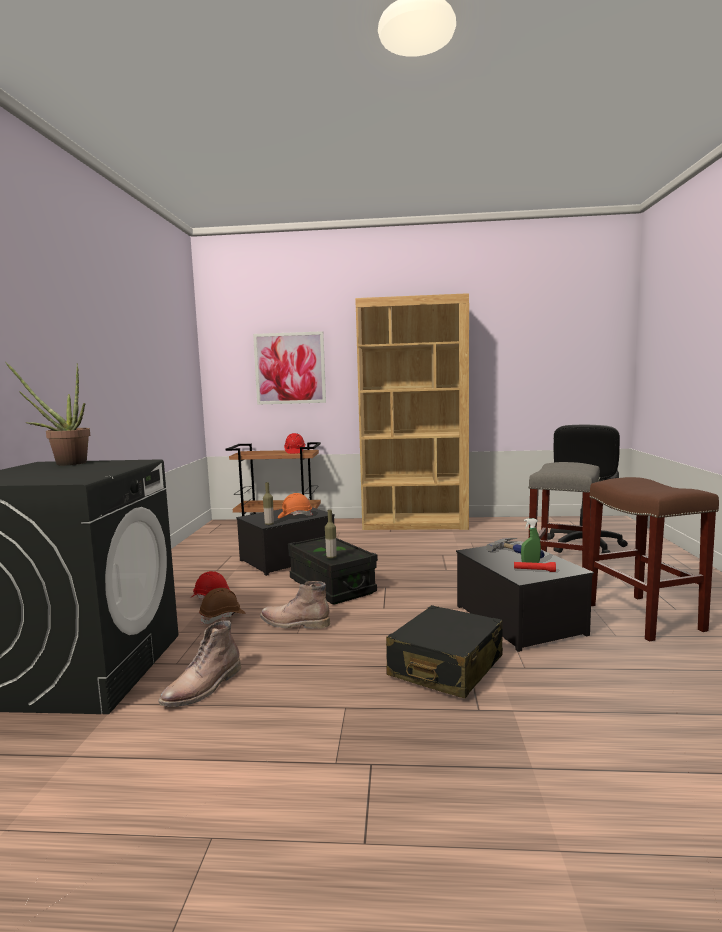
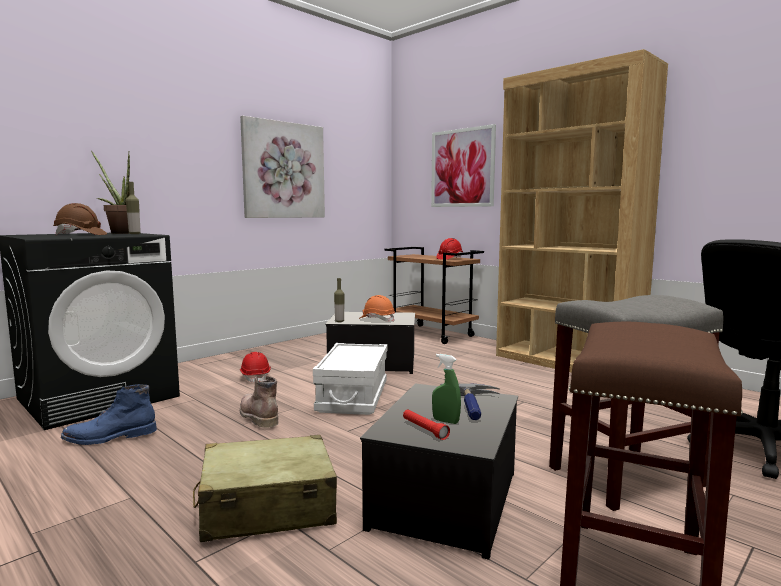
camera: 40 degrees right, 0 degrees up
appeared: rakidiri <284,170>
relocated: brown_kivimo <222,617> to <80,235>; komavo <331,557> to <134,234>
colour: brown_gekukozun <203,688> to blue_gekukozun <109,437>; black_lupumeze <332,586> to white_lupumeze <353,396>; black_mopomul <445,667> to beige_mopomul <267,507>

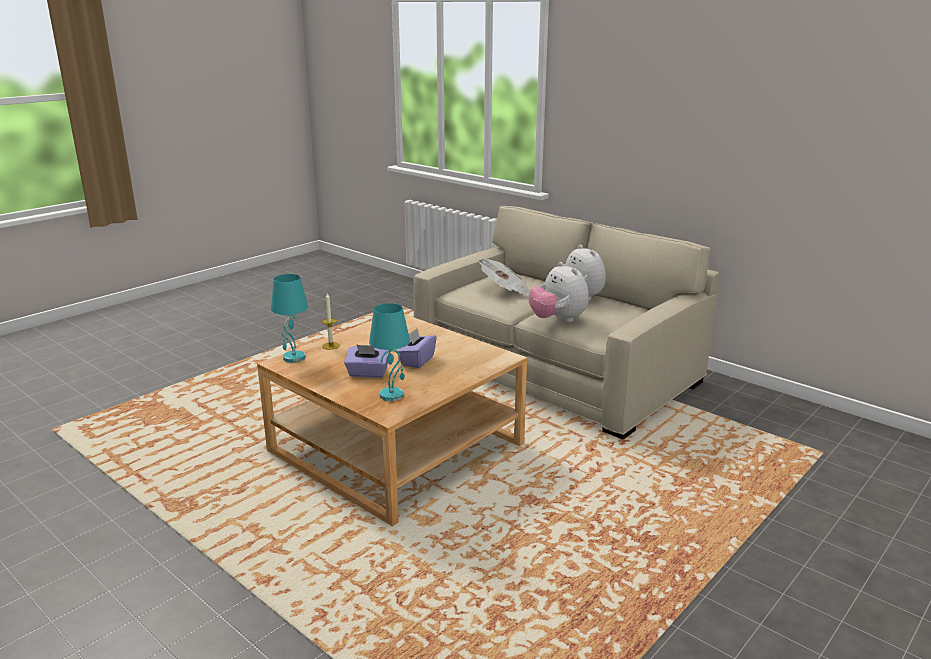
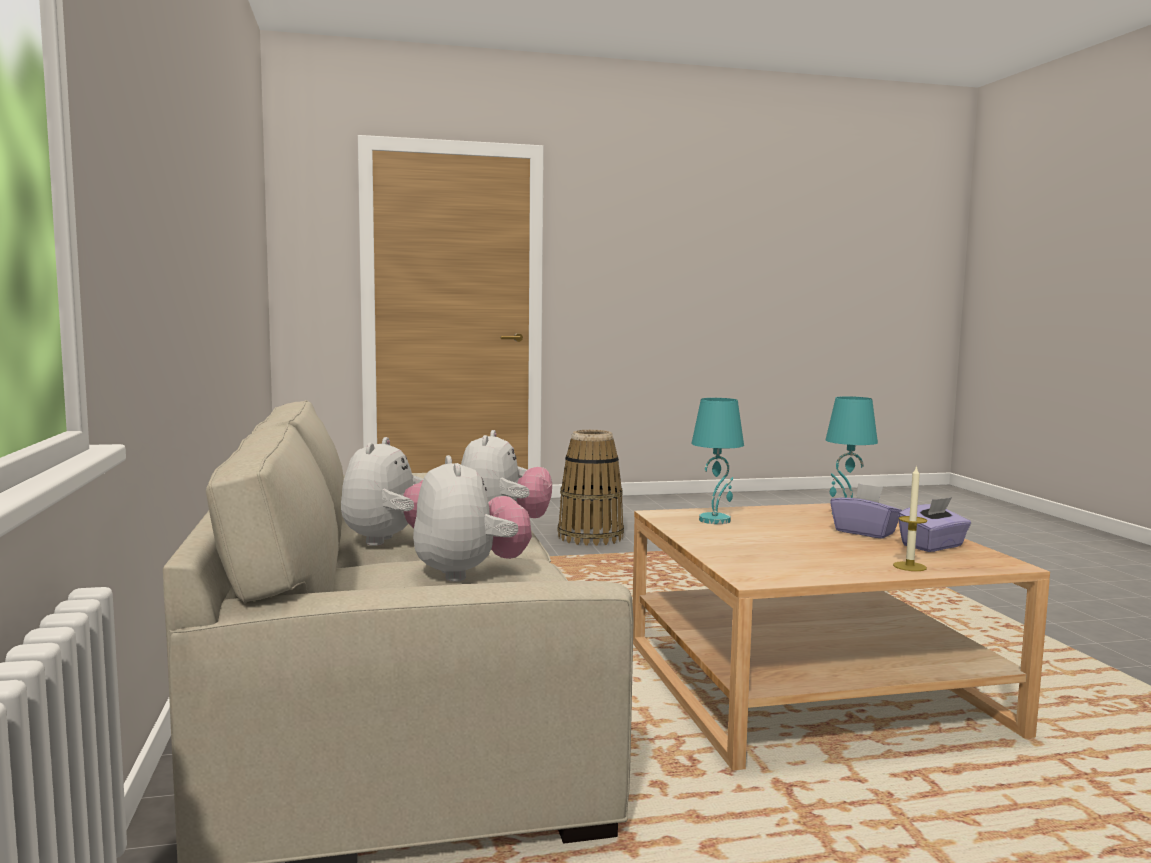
camera: 145 degrees left, 15 degrees down
appeared: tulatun <590,537>
relocated: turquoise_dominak <294,358> to <715,520>; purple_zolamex <417,360> to <933,546>
exchanged: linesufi <505,291> to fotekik <469,574>

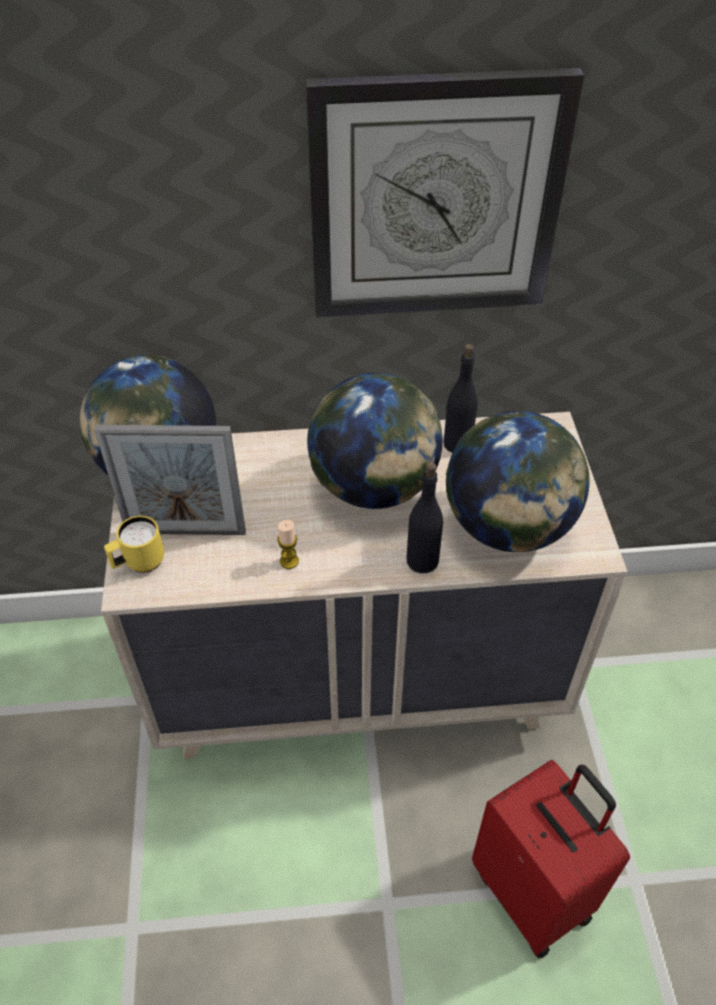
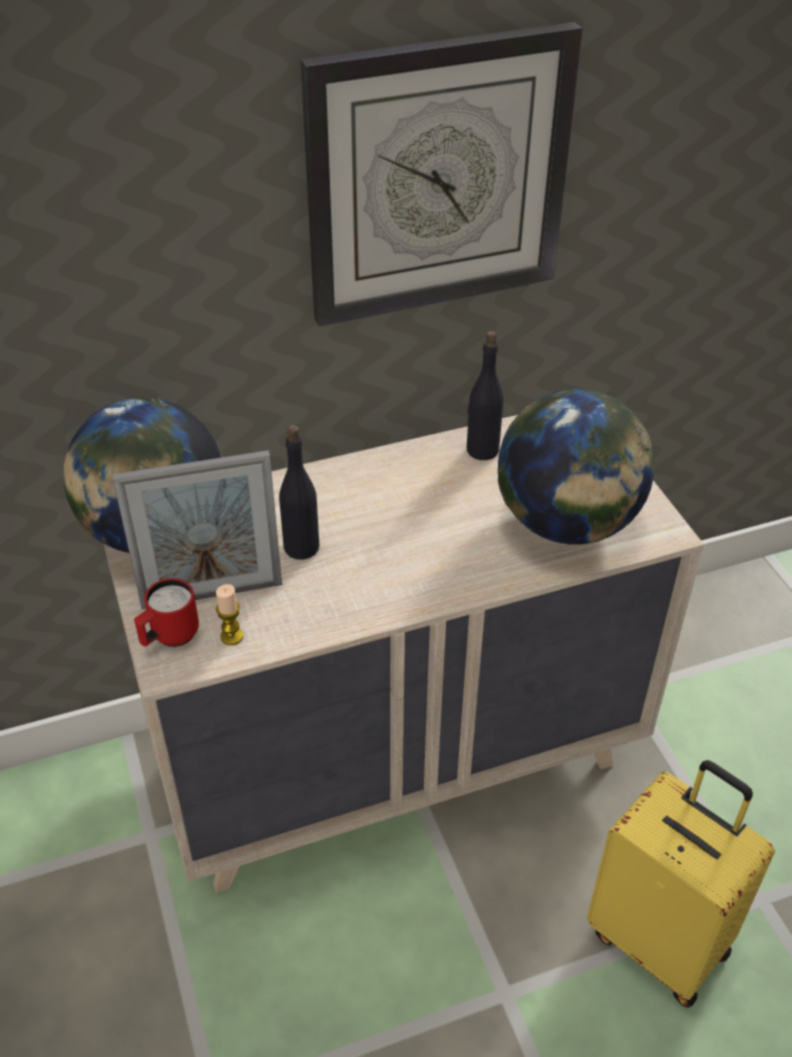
camera: 15 degrees left, 5 degrees down
missing: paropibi <374,487>
relocated: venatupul <289,561> to <231,636>; black_komavo <422,560> to <301,547>
colour: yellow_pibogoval <139,563> to red_pibogoval <169,637>; red_mopomul <533,892> to yellow_mopomul <660,940>

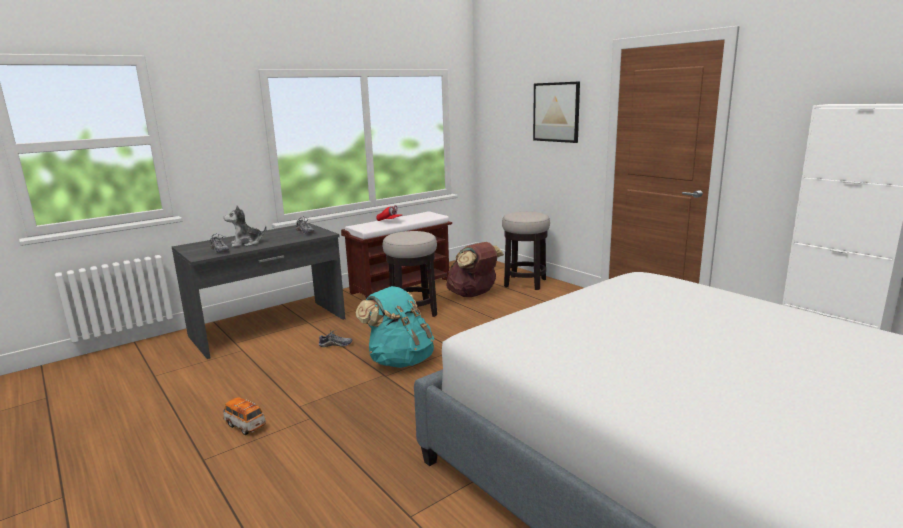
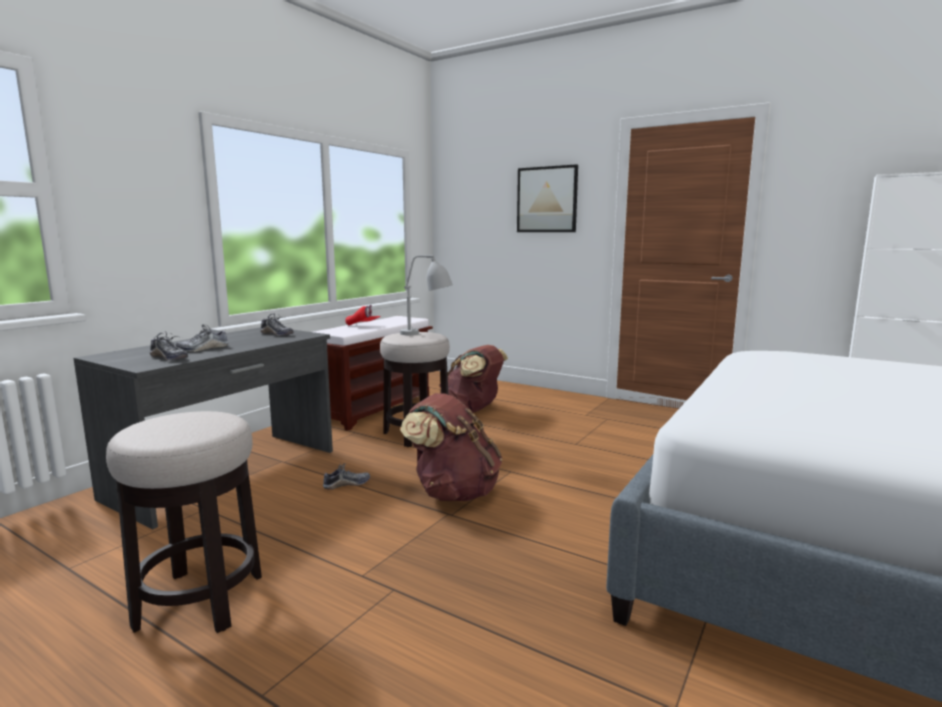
camera: 20 degrees left, 5 degrees down
missing: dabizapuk <245,425>
appeared: grey_dominak <427,335>
relocated: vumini <525,283> to <200,601>
exchanged: fotekik <246,243> to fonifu <203,349>
colour: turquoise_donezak <400,360> to brown_donezak <453,493>

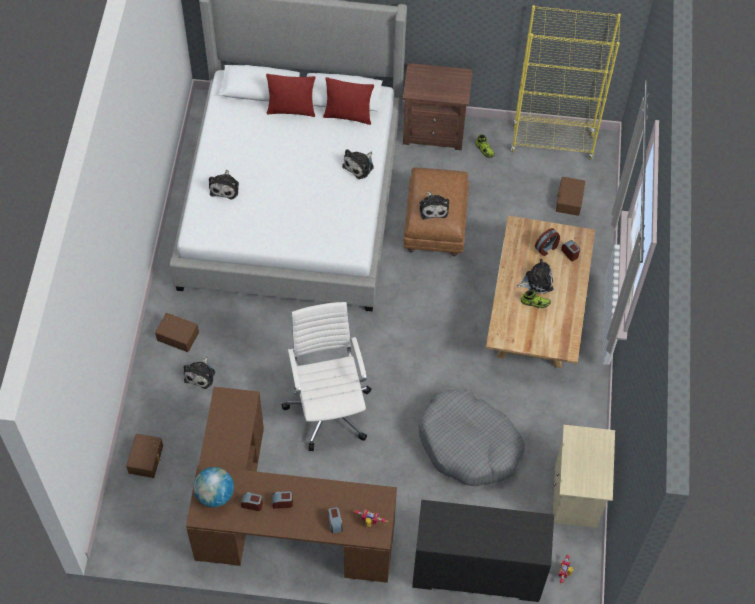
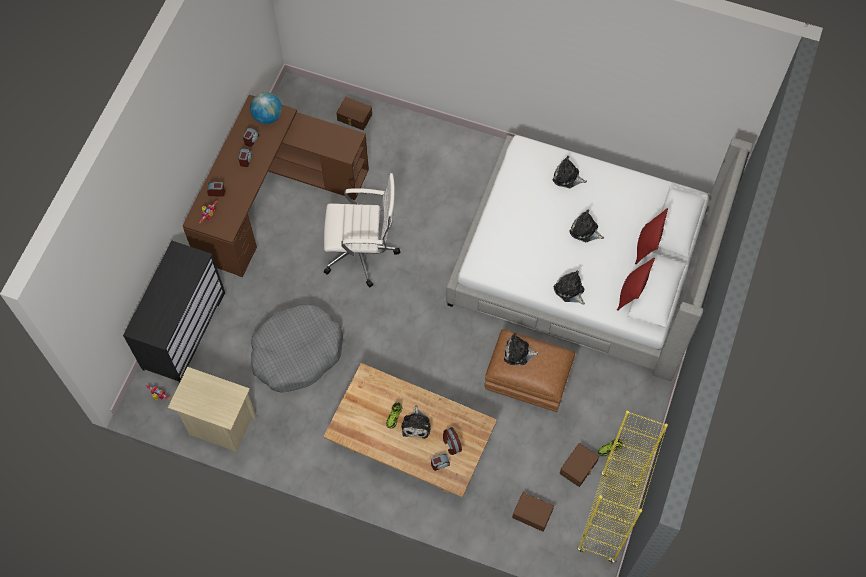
camera: 105 degrees right, 5 degrees up
missing: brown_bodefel <434,131>
relocated: brown_lupumeze <178,335> to <579,467>; fotekik <201,374> to <585,231>

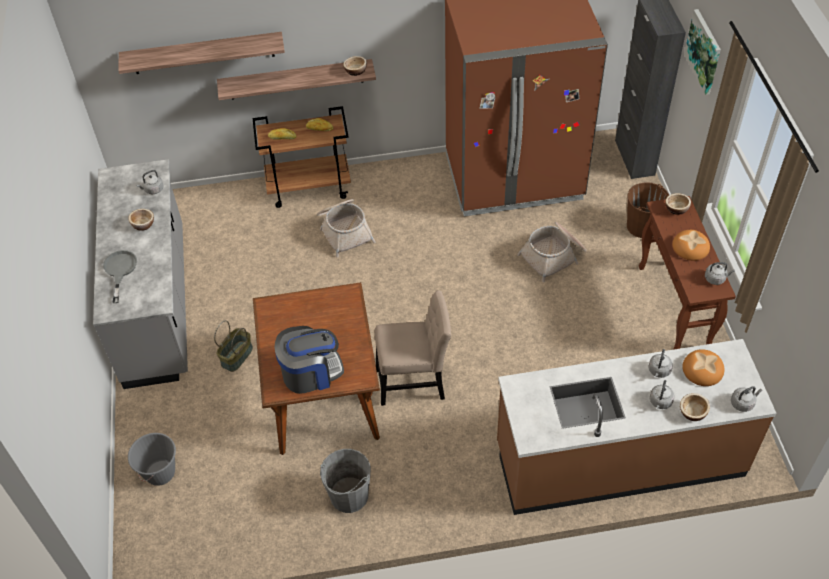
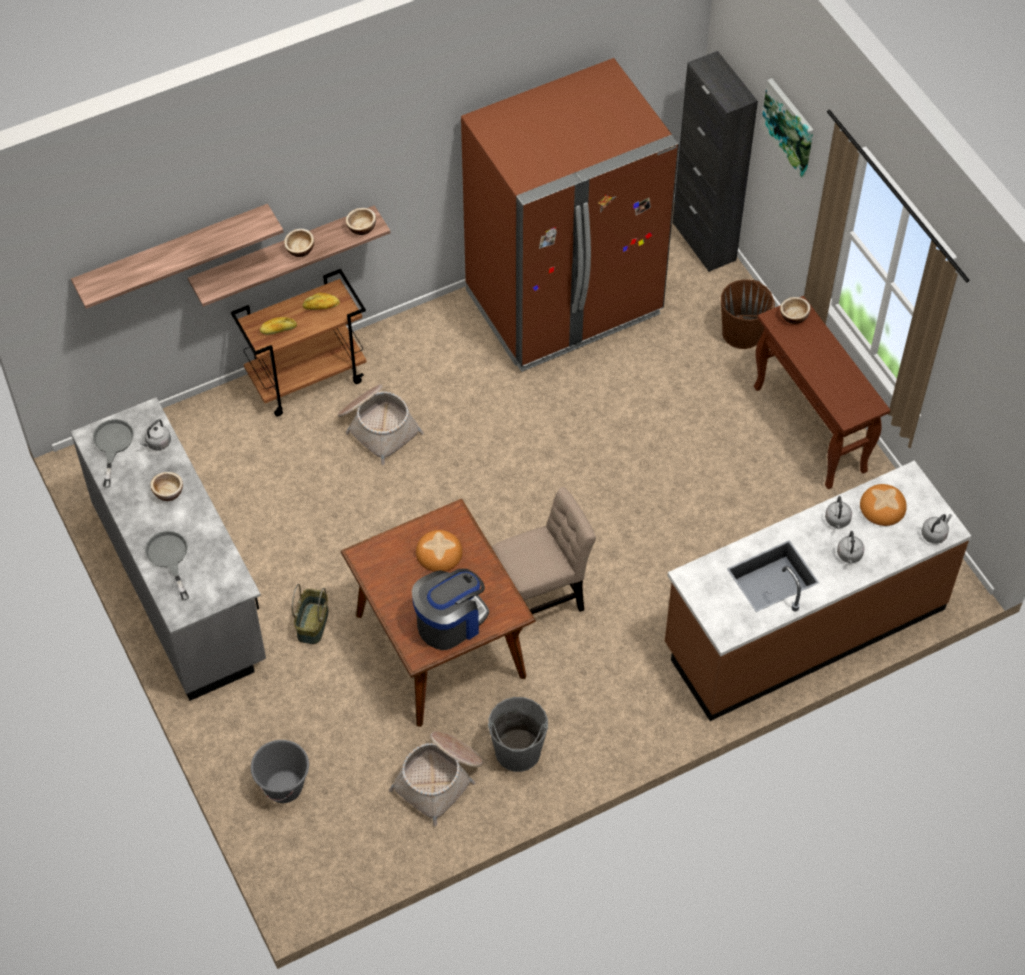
camera: 20 degrees left, 5 degrees up
missing: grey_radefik <716,278>
appeared: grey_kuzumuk <112,445>
relocated: tulatun <554,256> to <439,779>; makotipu <690,247> to <438,553>; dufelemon <692,412> to <300,249>

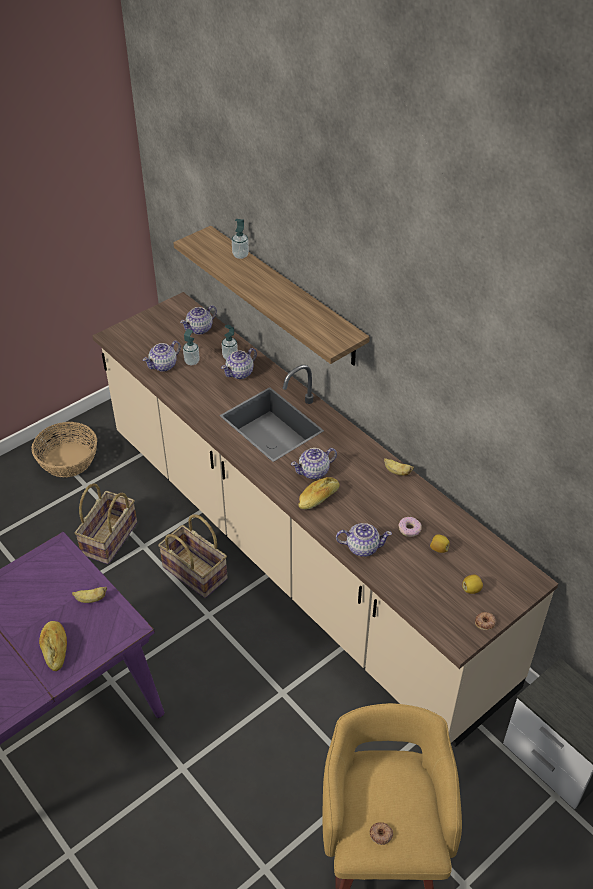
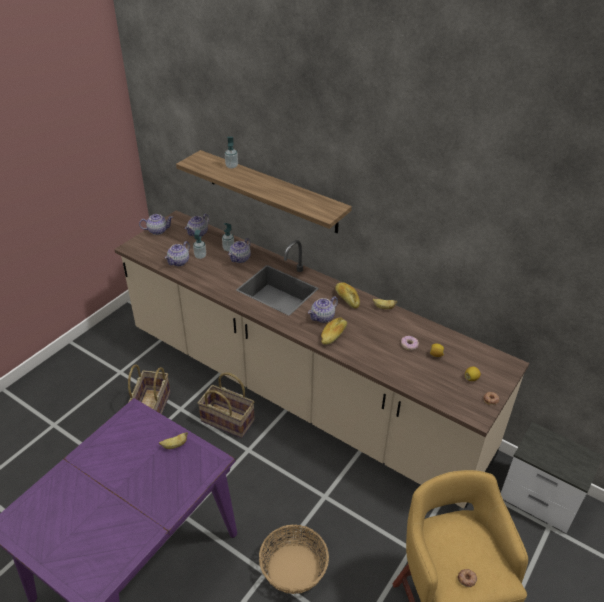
camera: 15 degrees left, 5 degrees down
relocated: tulatun <68,460> to <294,568>; makotipu <55,649> to <347,299>; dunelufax <362,547> to <157,231>

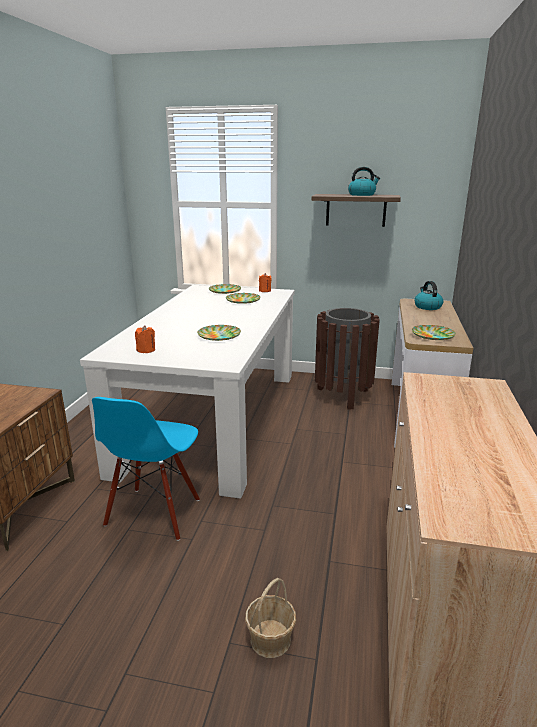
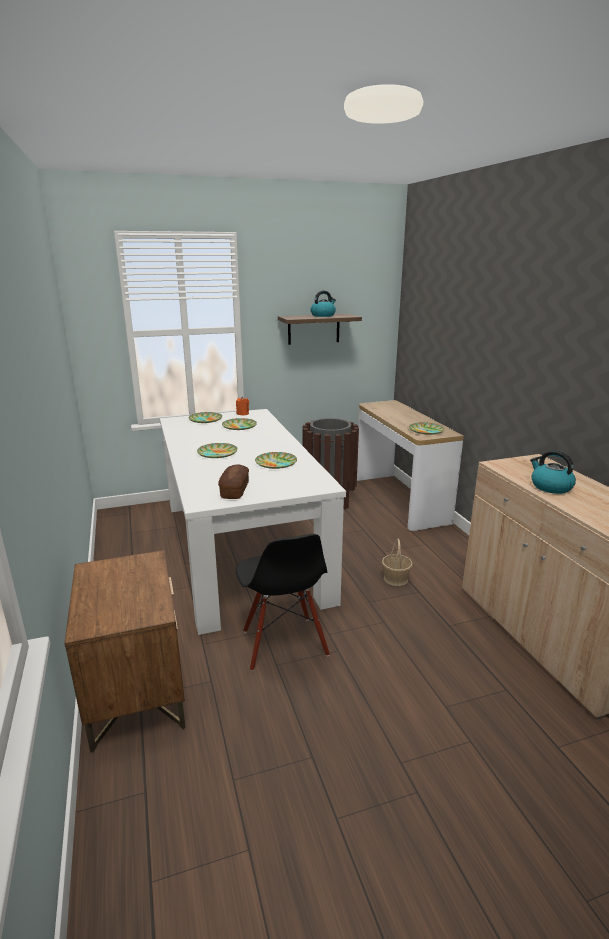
camera: 30 degrees left, 0 degrees up
appeared: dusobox <217,453>
relocated: tulatun <271,639> to <396,578>; radefik <427,307> to <550,487>
exchanged: orange_venatupul <146,350> to makotipu <234,490>
colour: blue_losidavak <154,513> to black_losidavak <283,643>

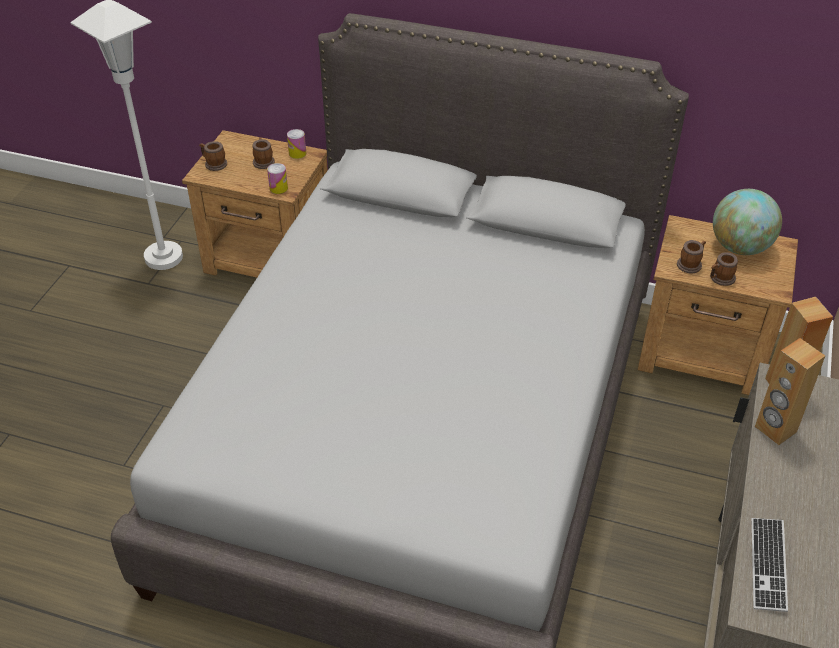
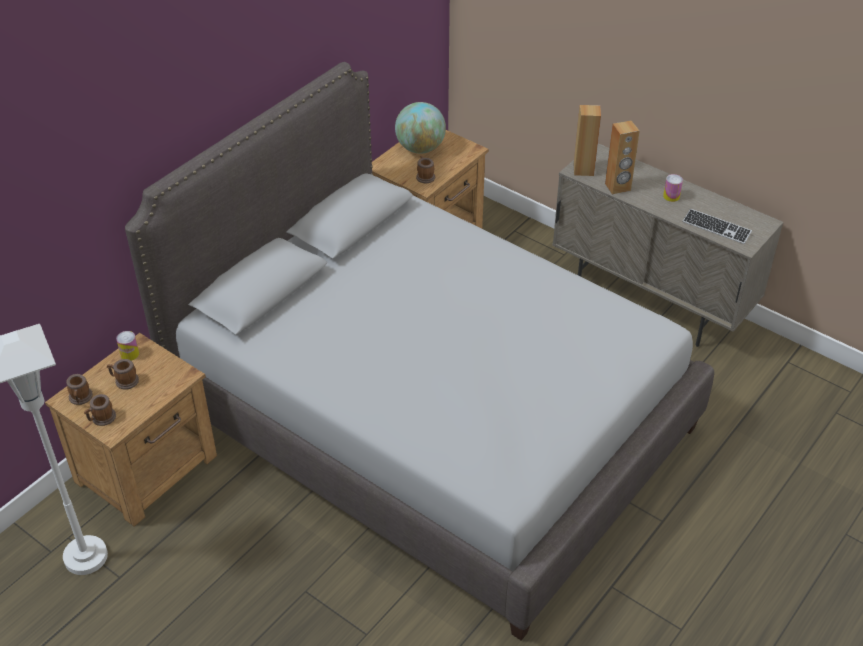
camera: 70 degrees left, 0 degrees up
relocated: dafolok <278,188> to <671,196>; pibogoval <720,279> to <80,398>

